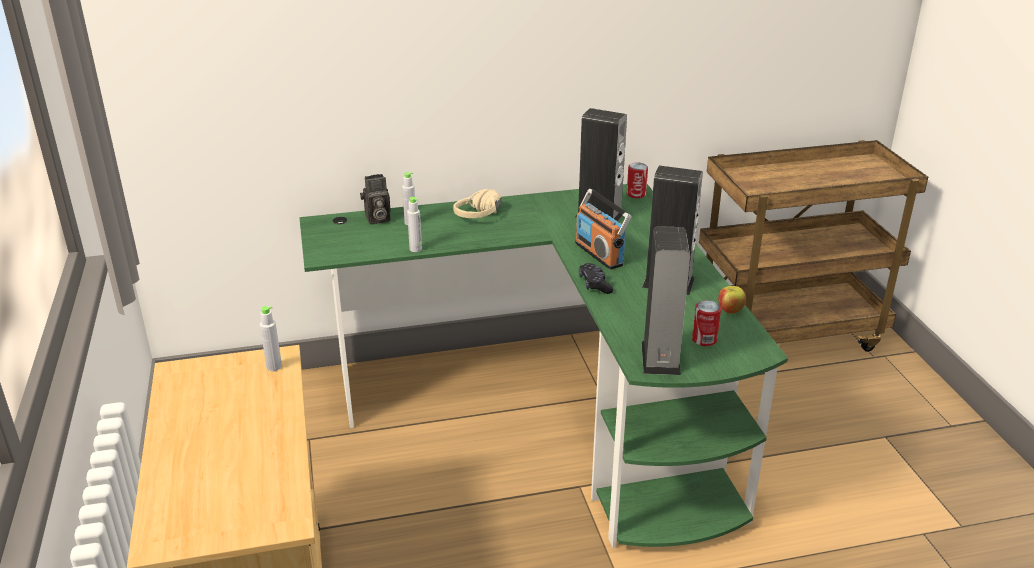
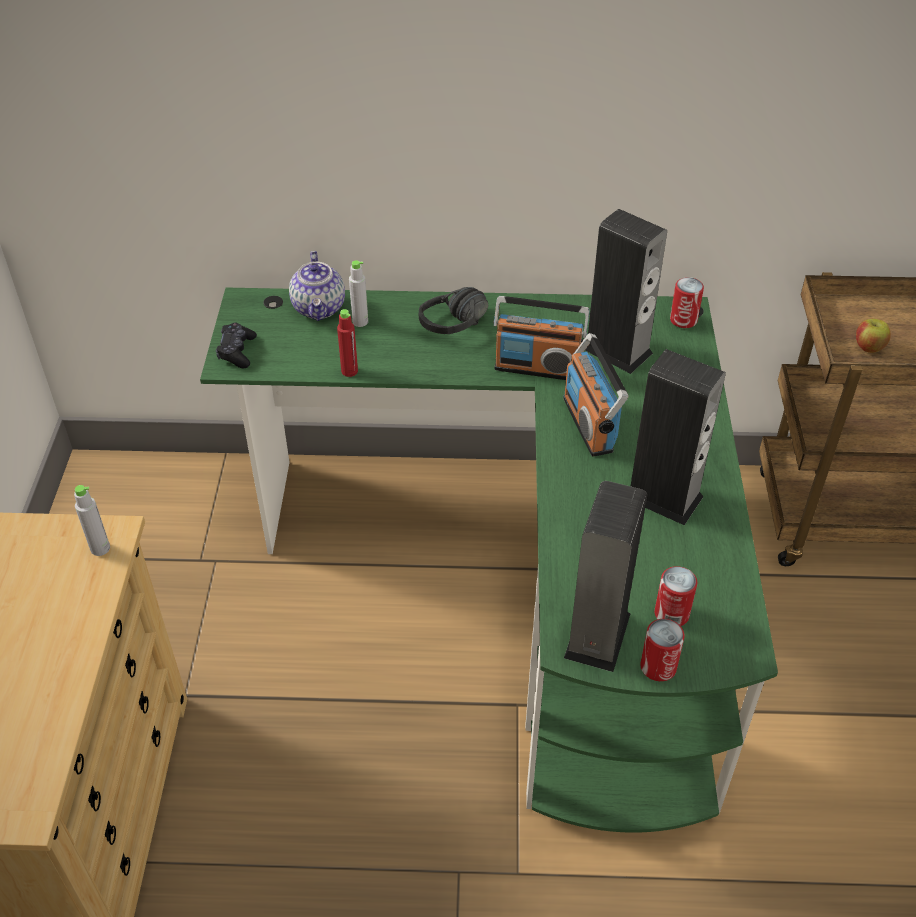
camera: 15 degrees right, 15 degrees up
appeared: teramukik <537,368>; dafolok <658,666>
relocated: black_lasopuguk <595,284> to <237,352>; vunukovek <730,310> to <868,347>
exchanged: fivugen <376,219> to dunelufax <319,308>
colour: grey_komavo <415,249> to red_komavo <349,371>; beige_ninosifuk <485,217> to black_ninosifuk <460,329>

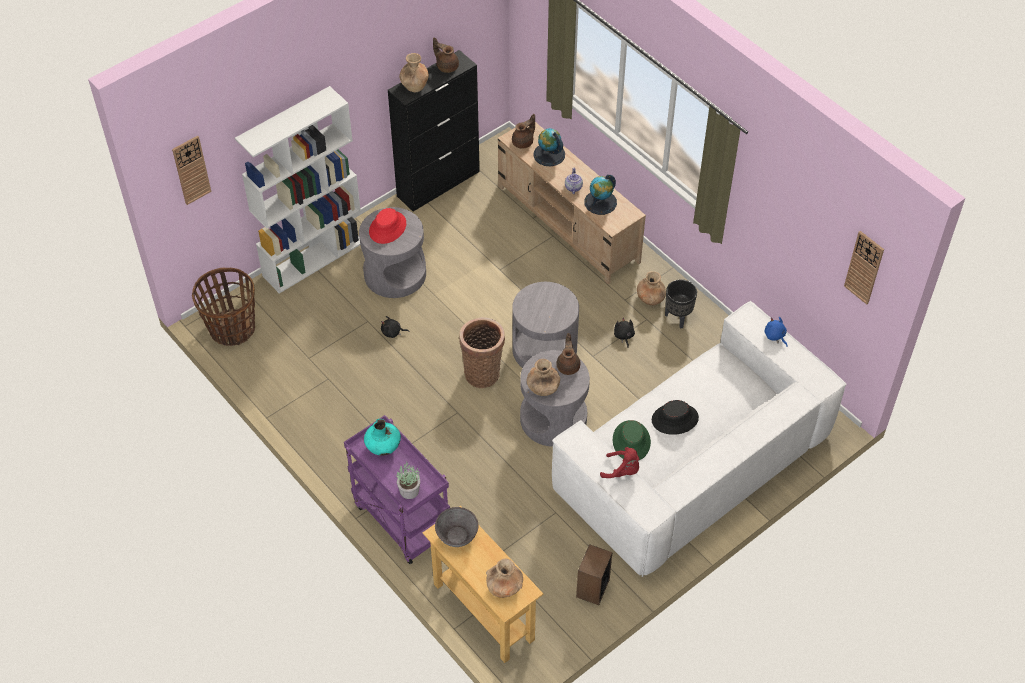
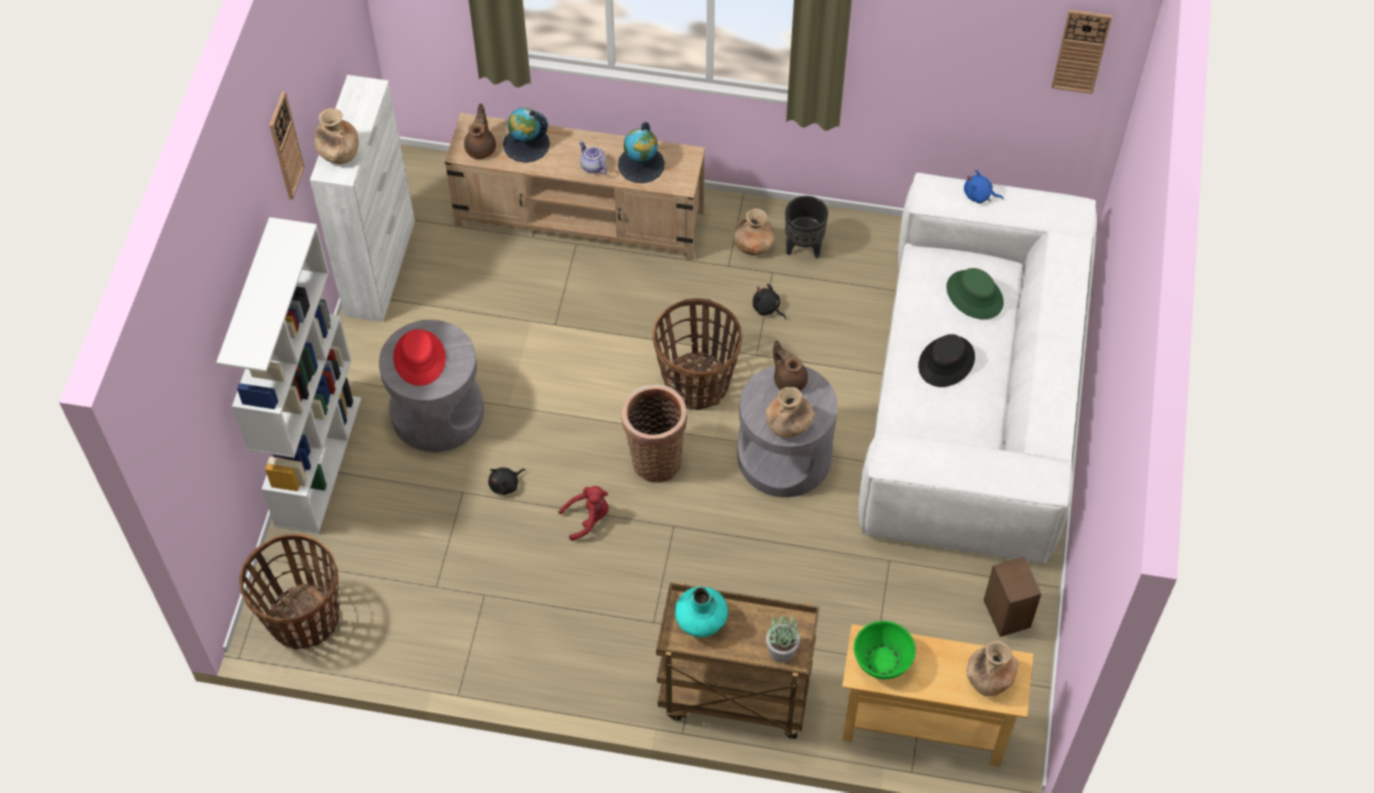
camera: 40 degrees left, 5 degrees up
missing: brown_dunelufax <446,66>
relocated: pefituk <191,170> to <285,146>; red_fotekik <622,471> to <588,518>; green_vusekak <631,441> to <975,295>
exchanged: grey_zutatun <544,349> to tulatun <697,383>
colour: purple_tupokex <400,519> to brown_tupokex <733,696>; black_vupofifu <439,183> to white_vupofifu <380,267>; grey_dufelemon <457,535> to green_dufelemon <882,660>

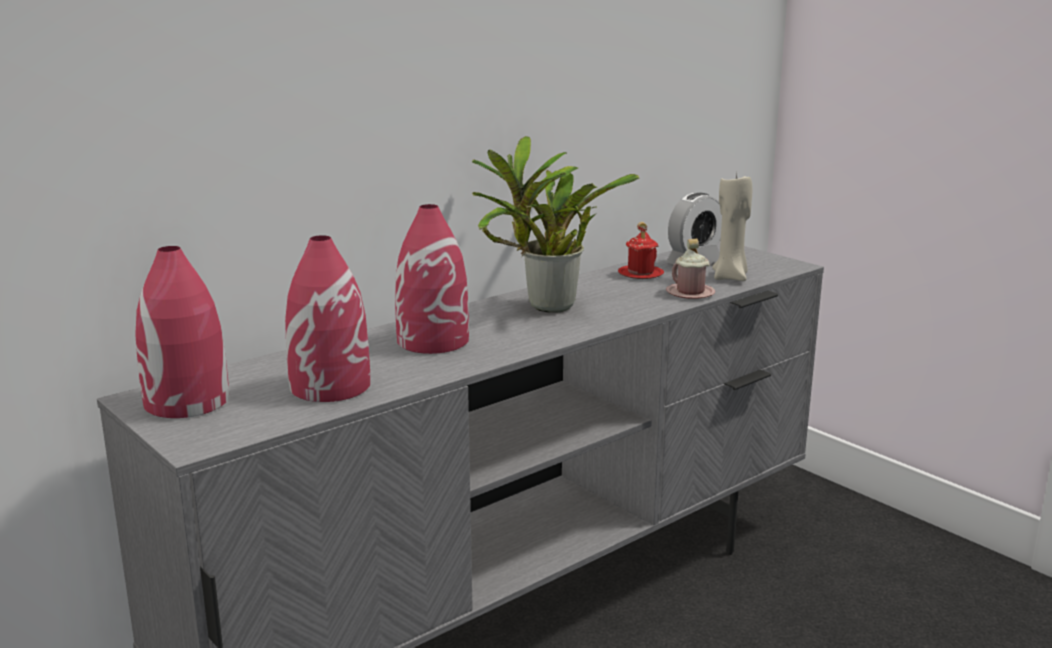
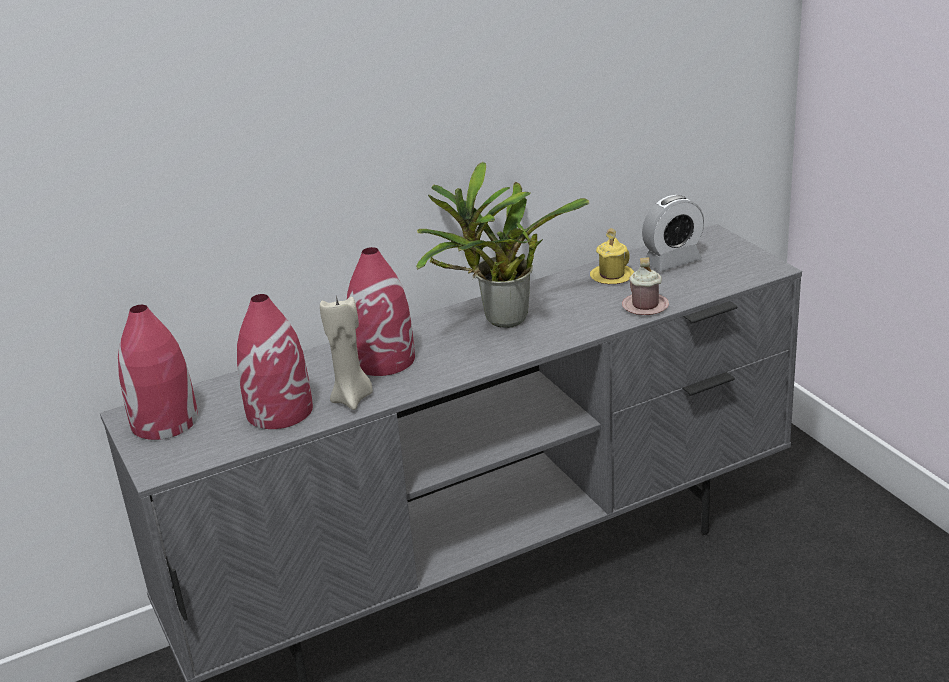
camera: 15 degrees right, 10 degrees up
relocated: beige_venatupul <731,277> to <352,399>
colour: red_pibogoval <640,274> to yellow_pibogoval <612,276>

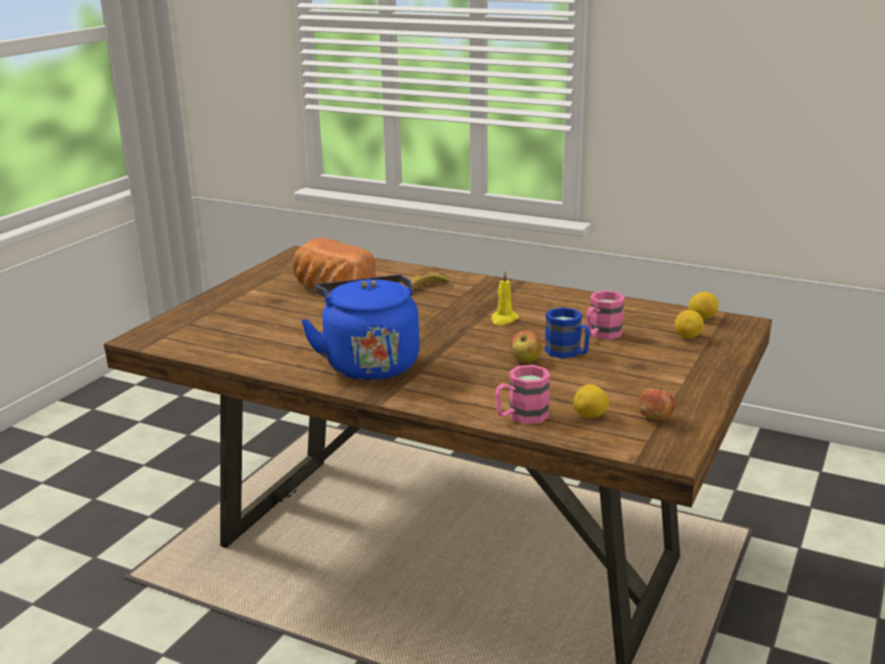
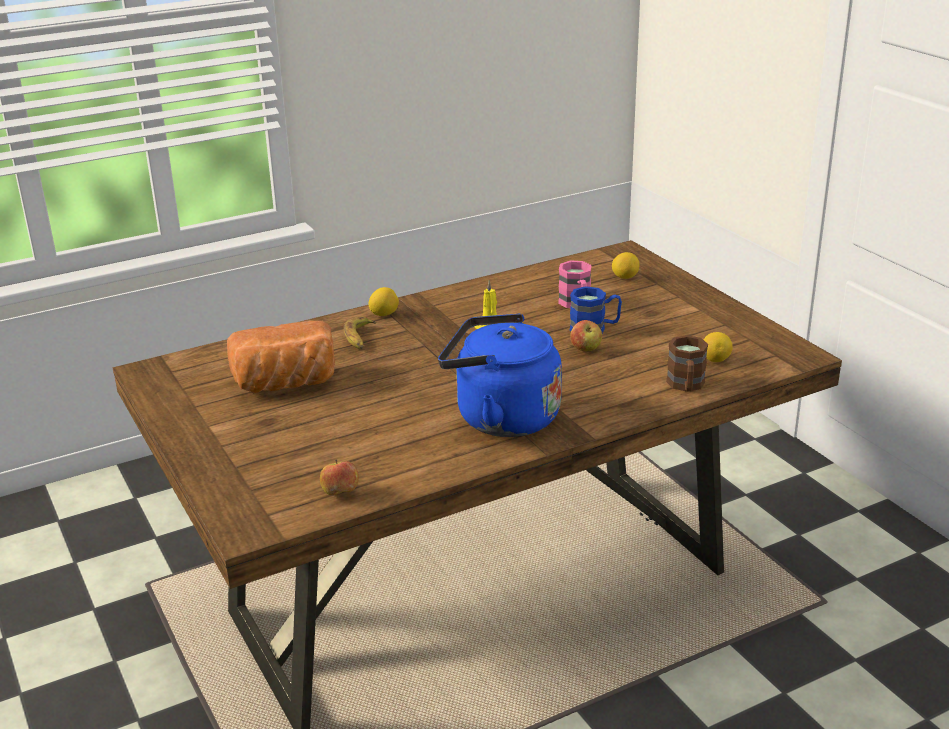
camera: 55 degrees left, 5 degrees up
relocated: vunukovek <655,419> to <340,493>; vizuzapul <702,318> to <384,314>
colour: pink_pibogoval <521,416> to brown_pibogoval <686,386>

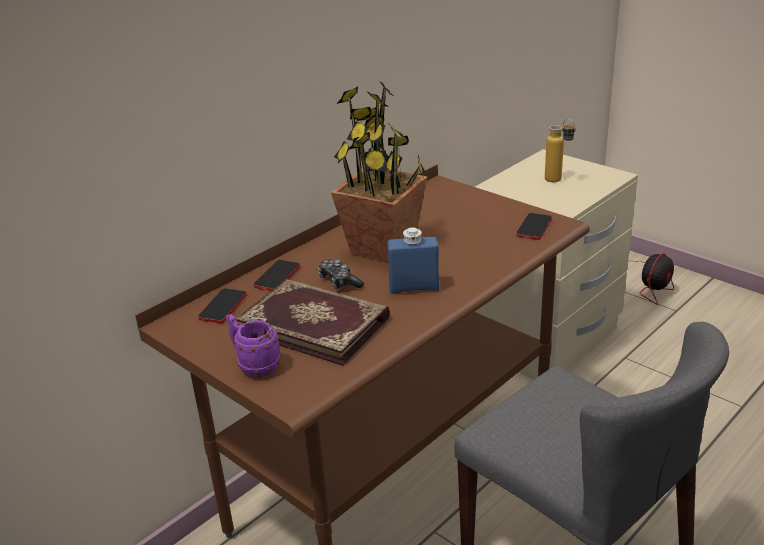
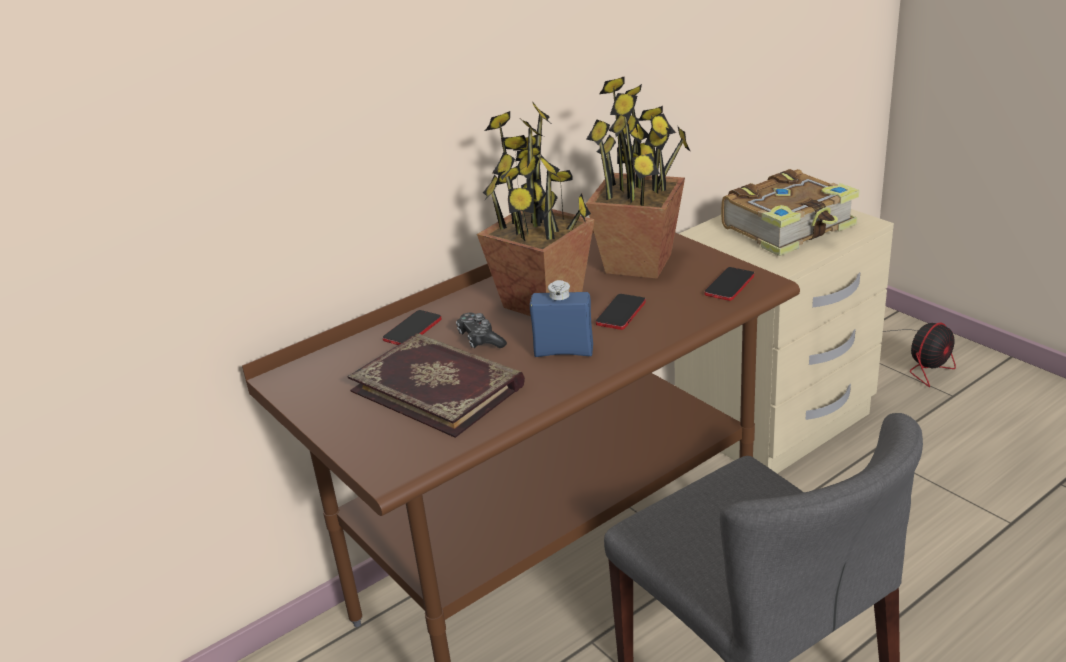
camera: 10 degrees right, 0 degrees up
missing: purple_pibogoval <254,366>
appeared: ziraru <638,263>
relocated: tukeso <223,307> to <621,313>
exchanged: komavo <558,181> to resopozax <790,228>

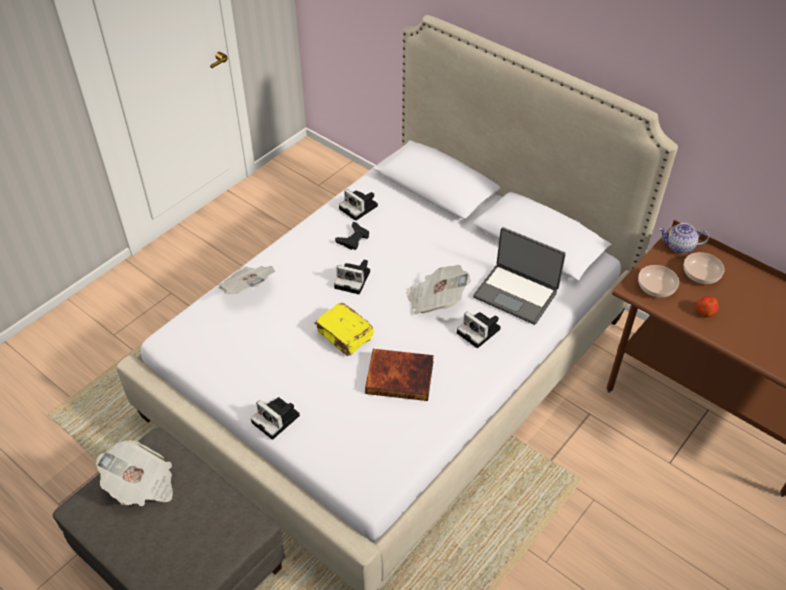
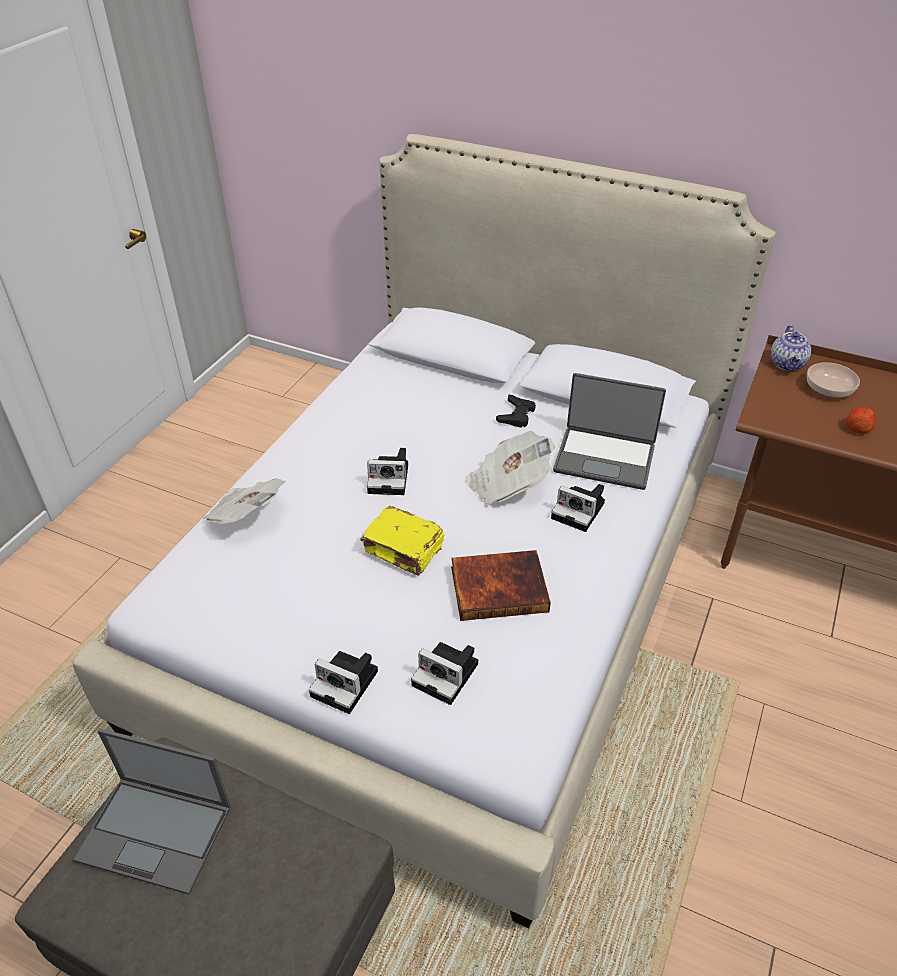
camera: 15 degrees left, 5 degrees down
missing: dufelemon <655,287>
relocated: black_lasopuguk <353,239> to <516,415>; fivugen <359,208> to <448,675>
exchanged: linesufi <141,485> to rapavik <157,833>
spun: dunelufax <679,247> = <787,364> 75 degrees counterclockwise

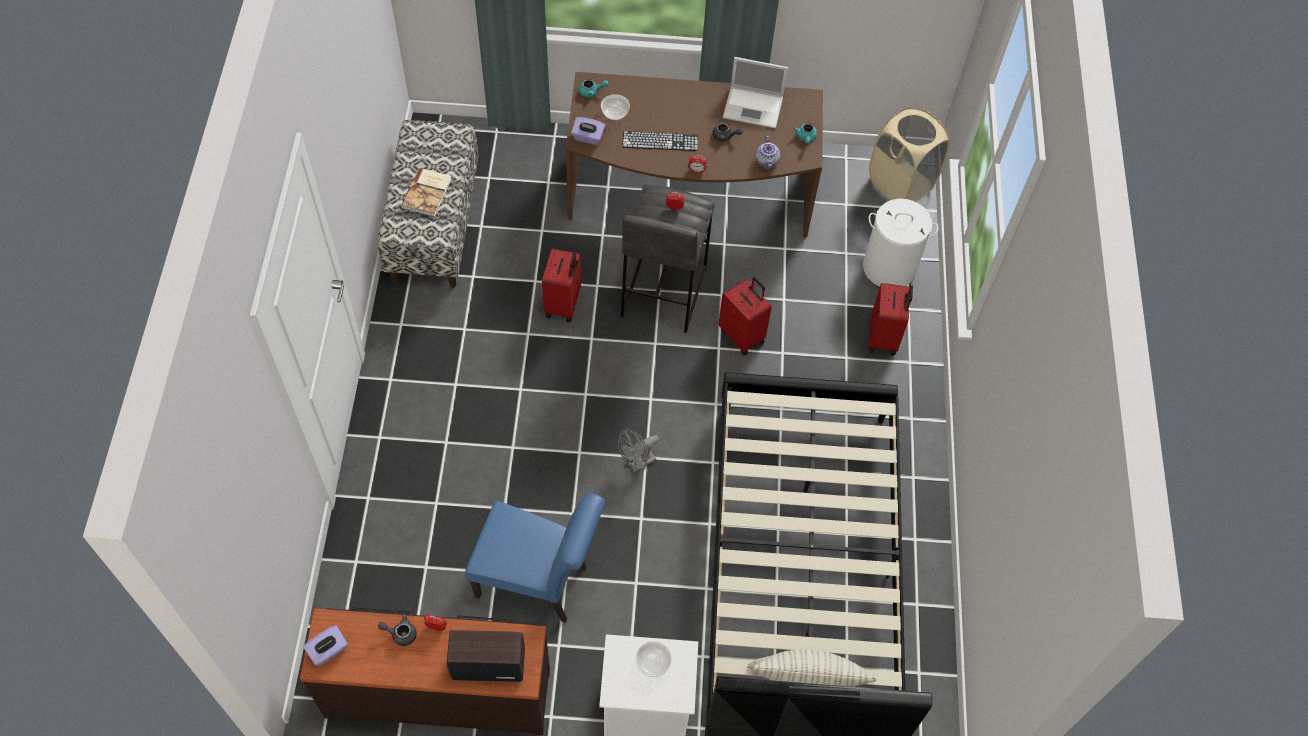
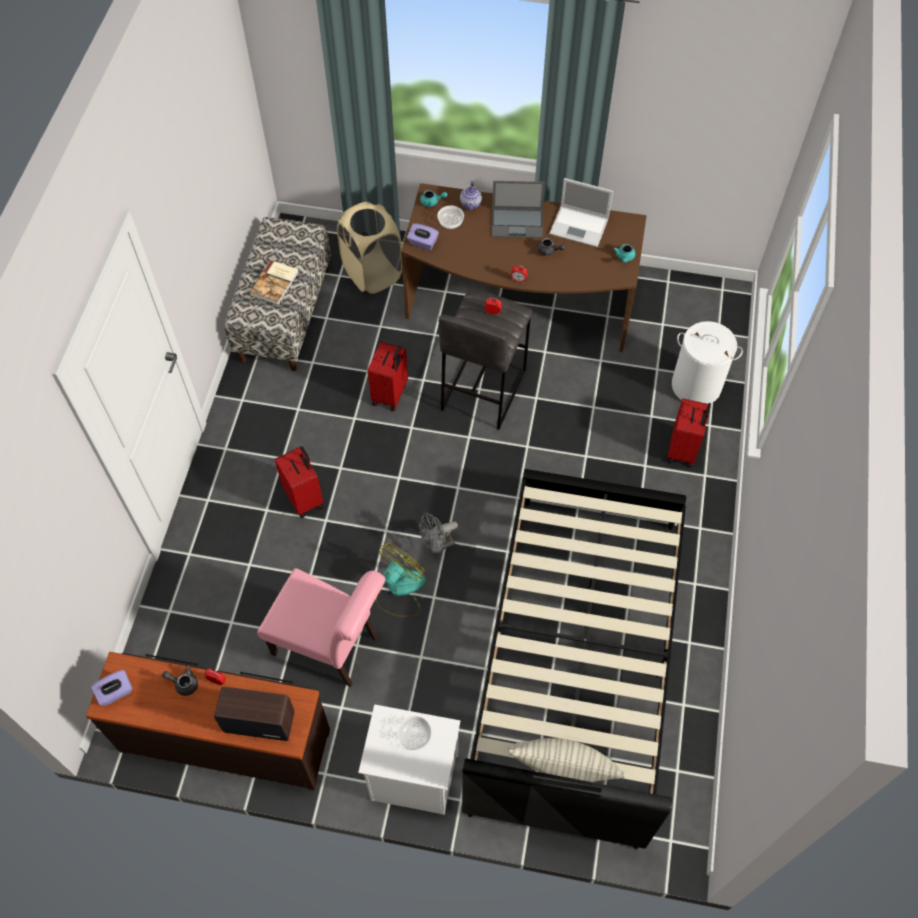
camera: 10 degrees right, 0 degrees up
missing: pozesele <660,141>
appeared: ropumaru <399,589>; rapavik <518,223>
relocated: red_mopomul <742,335> to <305,498>; dunelufax <767,161> to <471,204>; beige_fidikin <901,183> to <372,273>
colour: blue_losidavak <539,582> to pink_losidavak <331,647>

